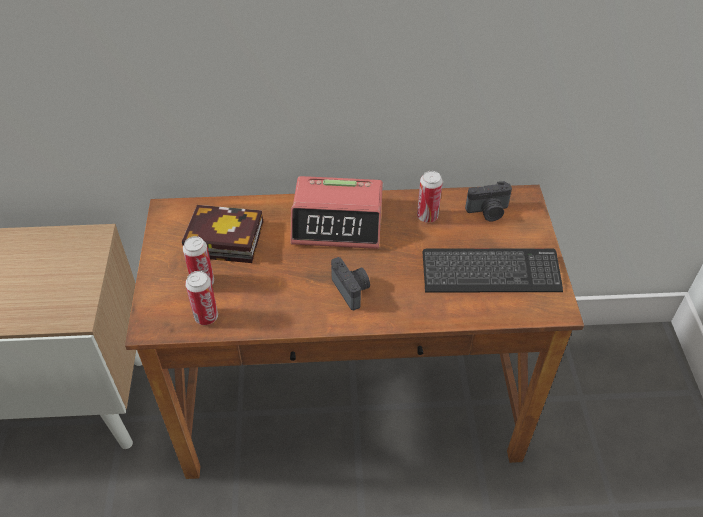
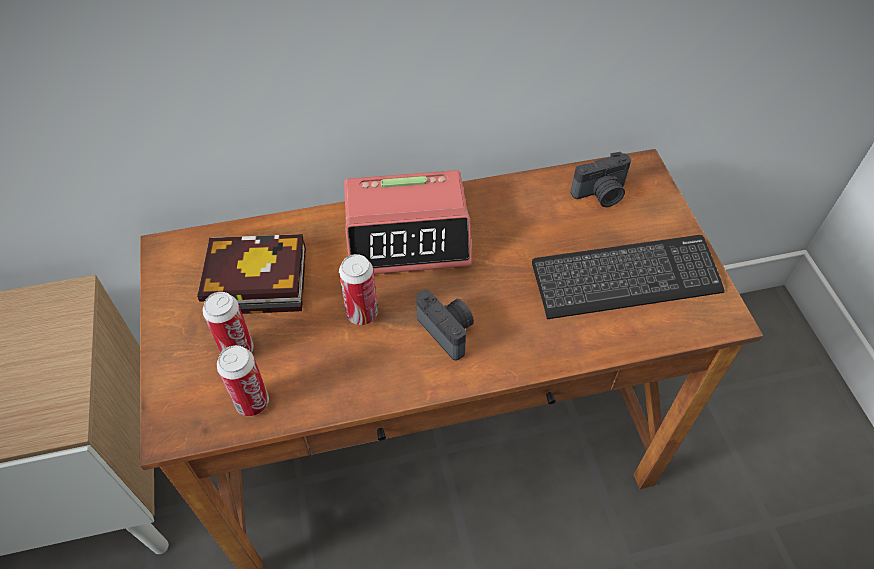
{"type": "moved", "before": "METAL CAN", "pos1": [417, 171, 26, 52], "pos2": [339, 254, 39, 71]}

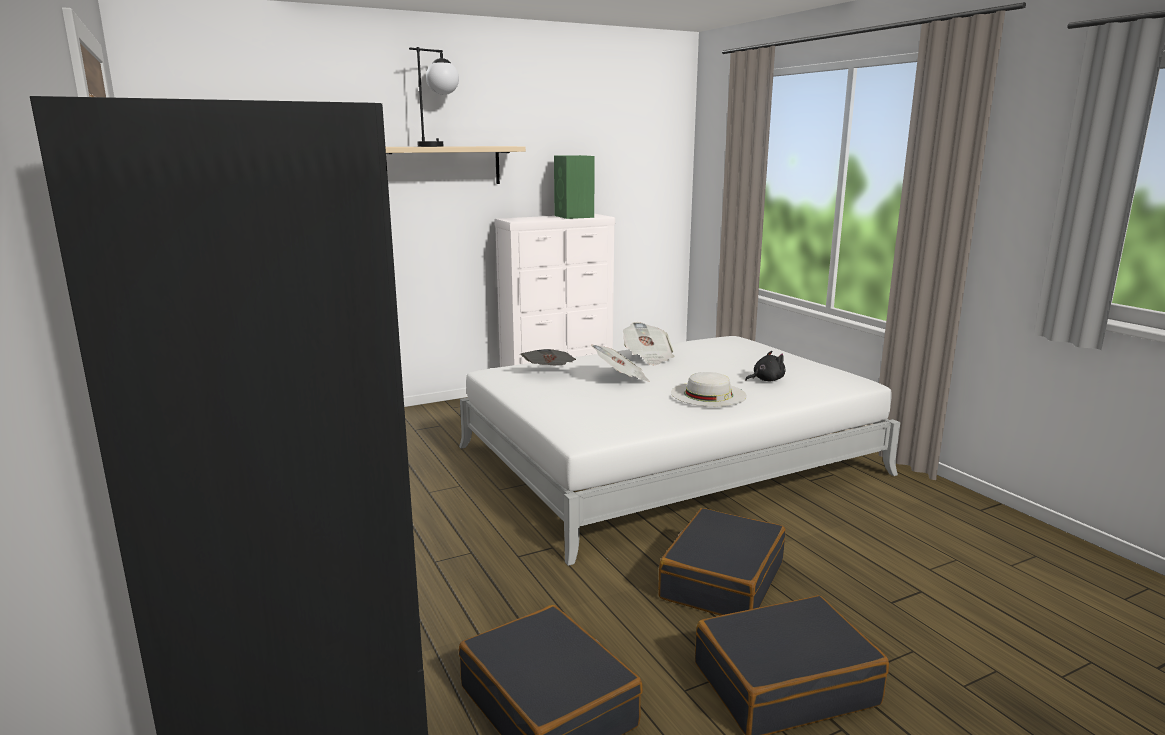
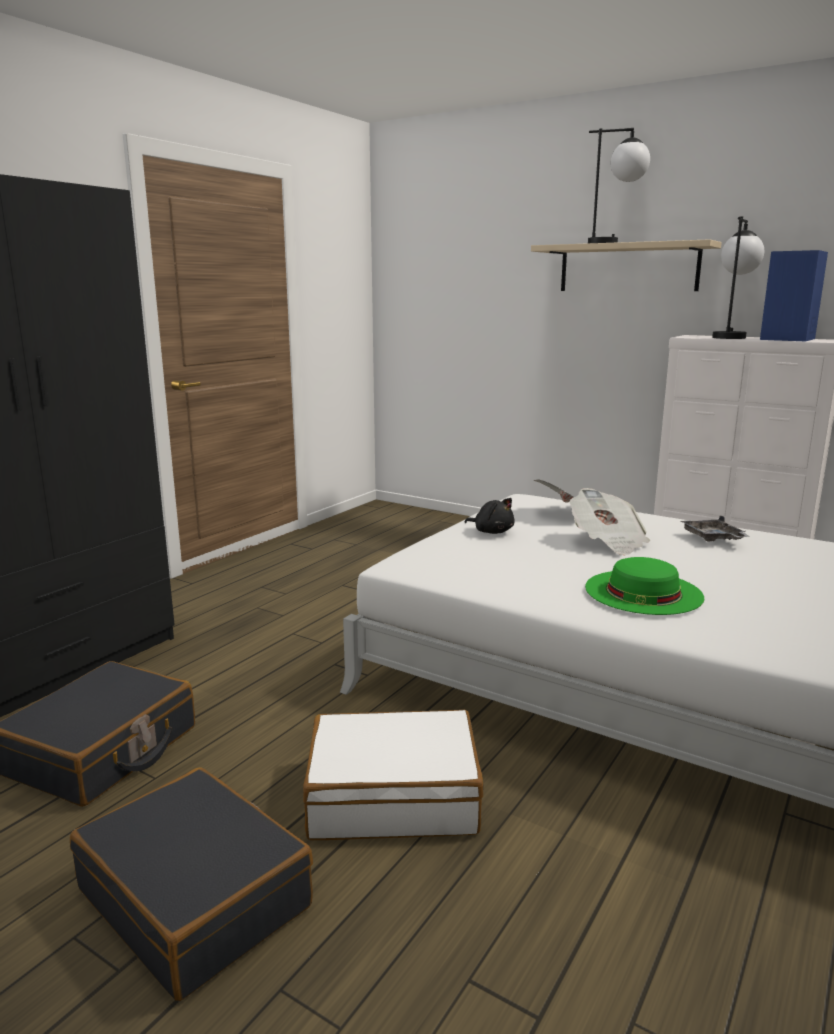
{"type": "added", "after": "LAMP FOR A TABLE", "pos2": [712, 216, 52, 123]}
{"type": "moved", "before": "BLACK SOFT TOY", "pos1": [745, 351, 40, 31], "pos2": [465, 498, 50, 36]}
{"type": "replaced", "before": "NEWSPAPER", "after": "GREYISH CARRYING TRAY", "pos1": [623, 322, 52, 43], "pos2": [681, 515, 69, 26]}
{"type": "recoloured", "before": "GREEN LOUDSPEAKER", "after": "BLUE LOUDSPEAKER", "pos1": [554, 155, 41, 64], "pos2": [760, 250, 68, 91]}
{"type": "recoloured", "before": "BLACK SUITCASE", "after": "WHITISH SUITCASE", "pos1": [658, 508, 127, 108], "pos2": [303, 710, 180, 130]}
{"type": "recoloured", "before": "WHITISH WEARABLE HAT", "after": "GREEN WEARABLE HAT", "pos1": [671, 372, 76, 35], "pos2": [585, 557, 119, 58]}

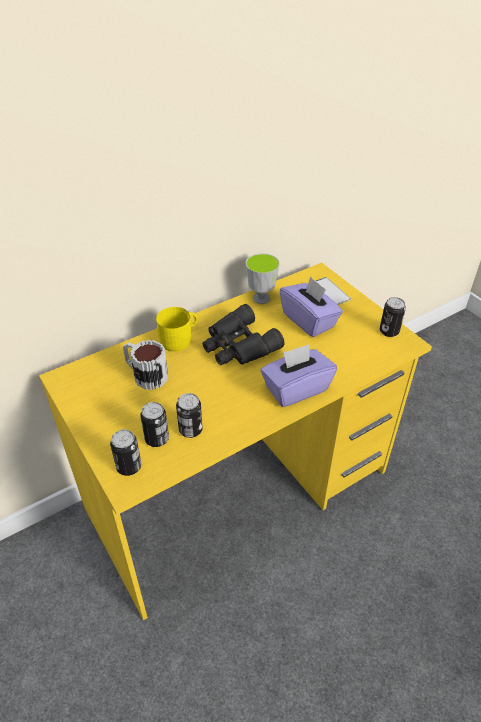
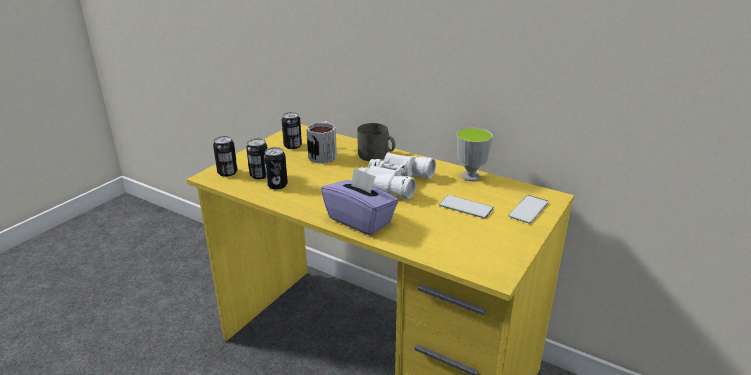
{"type": "moved", "before": "METAL CAN", "pos1": [380, 297, 26, 40], "pos2": [281, 112, 21, 37]}
{"type": "replaced", "before": "PURPLISH TISSUE BOX", "after": "PHONE", "pos1": [280, 276, 63, 61], "pos2": [439, 195, 55, 23]}
{"type": "recoloured", "before": "YELLOW-COLOURED COFFEE MUG", "after": "GREYISH COFFEE MUG", "pos1": [156, 307, 41, 45], "pos2": [357, 123, 38, 38]}
{"type": "recoloured", "before": "BLACK BINOCULARS", "after": "WHITISH BINOCULARS", "pos1": [203, 304, 82, 61], "pos2": [359, 153, 77, 46]}

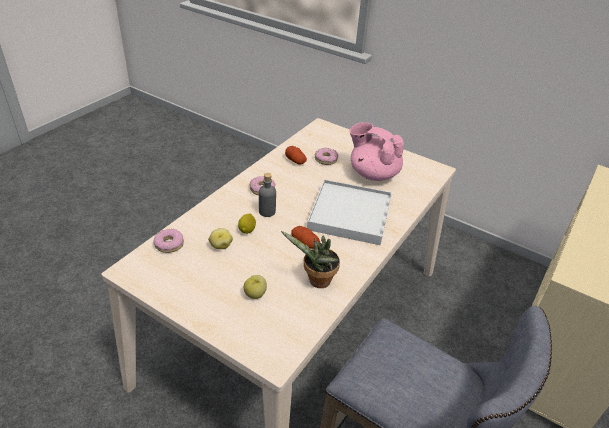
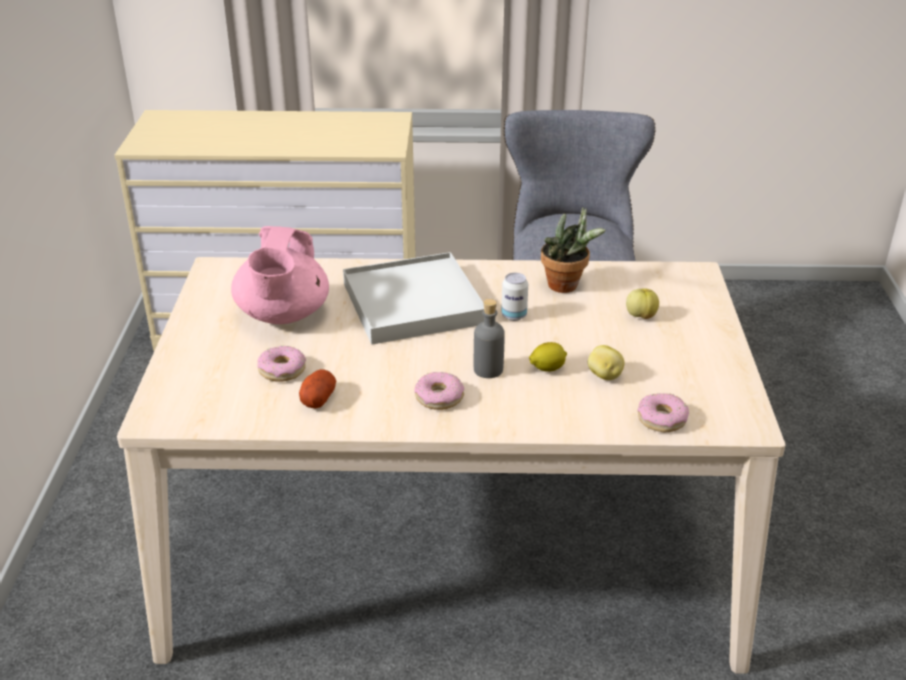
{"type": "replaced", "before": "SPUD", "after": "METAL CAN", "pos1": [291, 226, 29, 23], "pos2": [501, 273, 27, 48]}

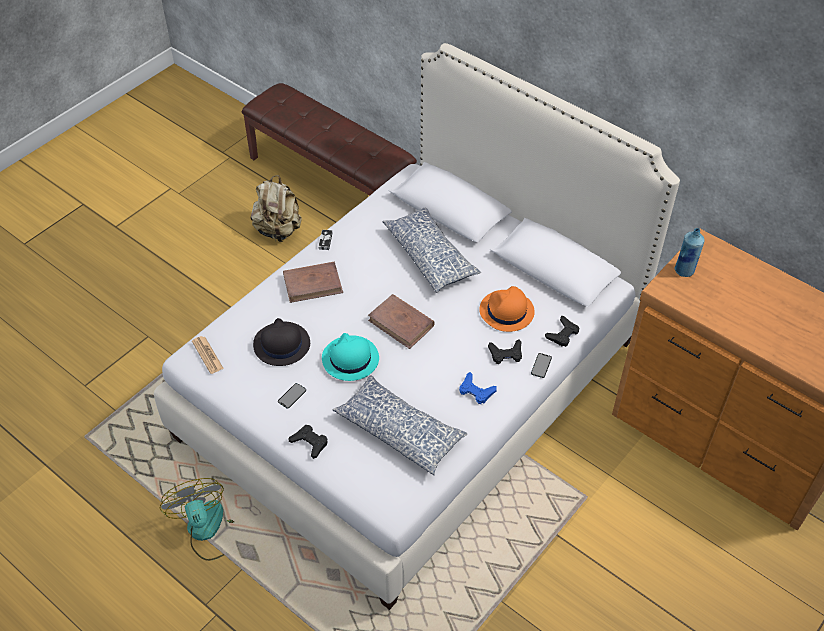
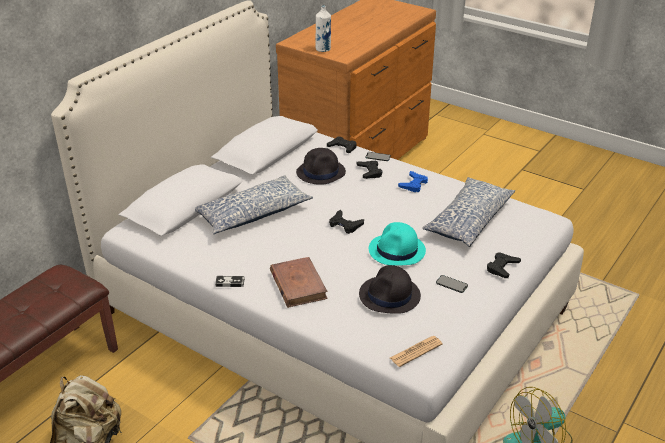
{"type": "replaced", "before": "BROWNISH BOUND BOOK", "after": "BLACK JOYPAD", "pos1": [368, 294, 67, 55], "pos2": [329, 210, 35, 24]}
{"type": "recoloured", "before": "ORANGEY WEARABLE HAT", "after": "BLACK WEARABLE HAT", "pos1": [479, 286, 56, 46], "pos2": [296, 148, 50, 37]}
{"type": "recoloured", "before": "BLUE BEVERAGE BOTTLE", "after": "WHITISH BEVERAGE BOTTLE", "pos1": [675, 228, 30, 49], "pos2": [316, 5, 15, 47]}

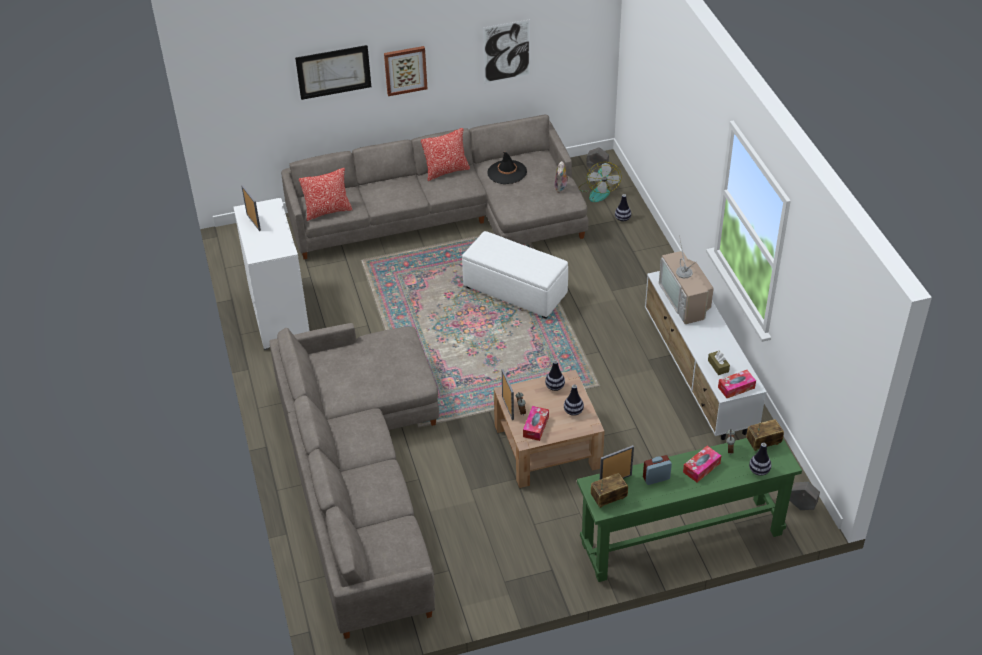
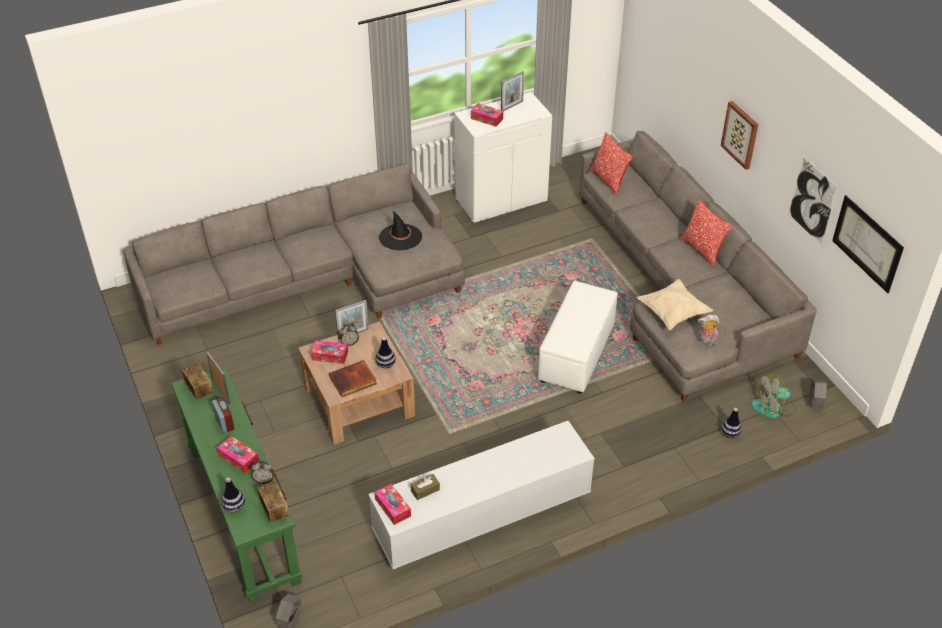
{"type": "removed", "before": "TV", "pos1": [659, 235, 55, 89]}
{"type": "added", "after": "TISSUE BOX", "pos2": [471, 103, 32, 24]}
{"type": "added", "after": "BEIGE-COLOURED PILLOW", "pos2": [636, 279, 78, 51]}
{"type": "moved", "before": "WALL PICTURE", "pos1": [295, 45, 76, 55], "pos2": [832, 195, 72, 98]}
{"type": "moved", "before": "BLACK WEARABLE HAT", "pos1": [487, 152, 40, 32], "pos2": [379, 210, 43, 40]}
{"type": "replaced", "before": "FLOWER VASE", "after": "BOUND BOOK", "pos1": [564, 385, 20, 31], "pos2": [329, 360, 48, 37]}

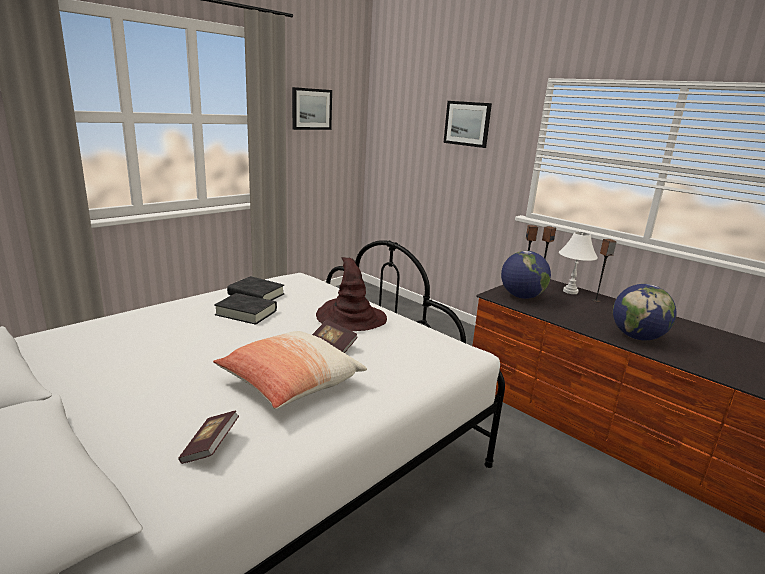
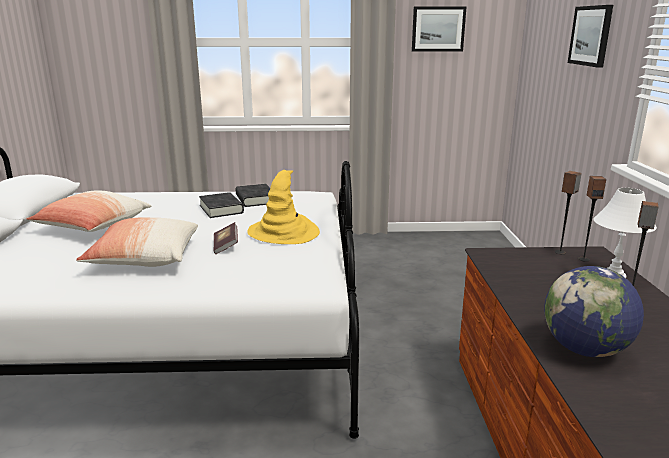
{"type": "removed", "before": "BOUND BOOK", "pos1": [178, 411, 61, 53]}
{"type": "removed", "before": "DESK GLOBE", "pos1": [501, 251, 50, 48]}
{"type": "added", "after": "PILLOW", "pos2": [26, 190, 125, 42]}
{"type": "recoloured", "before": "BROWNISH WEARABLE HAT", "after": "YELLOW-COLOURED WEARABLE HAT", "pos1": [316, 257, 71, 74], "pos2": [247, 170, 73, 74]}

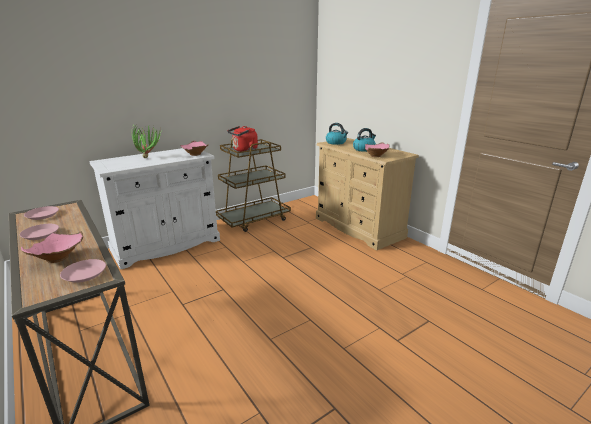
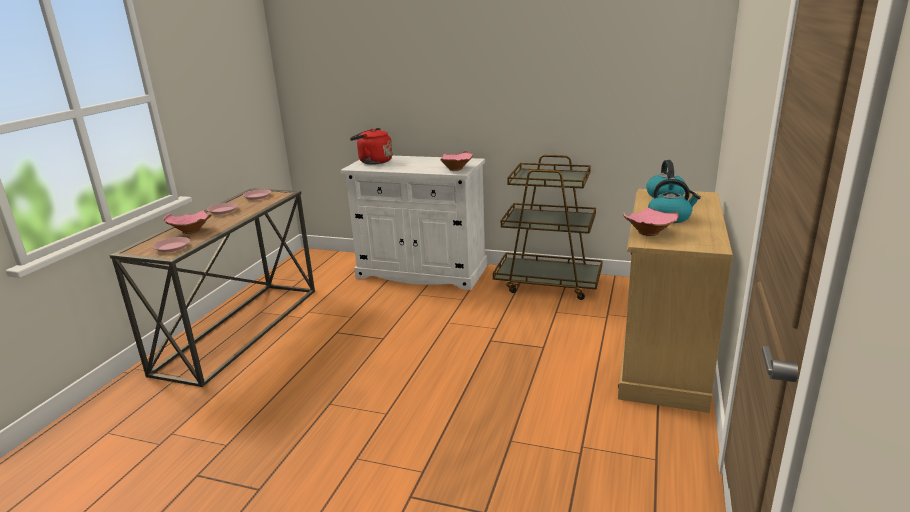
{"type": "removed", "before": "POTTED PLANT", "pos1": [132, 124, 29, 34]}
{"type": "moved", "before": "RED-COLOURED KETTLE", "pos1": [227, 126, 31, 26], "pos2": [350, 128, 43, 37]}

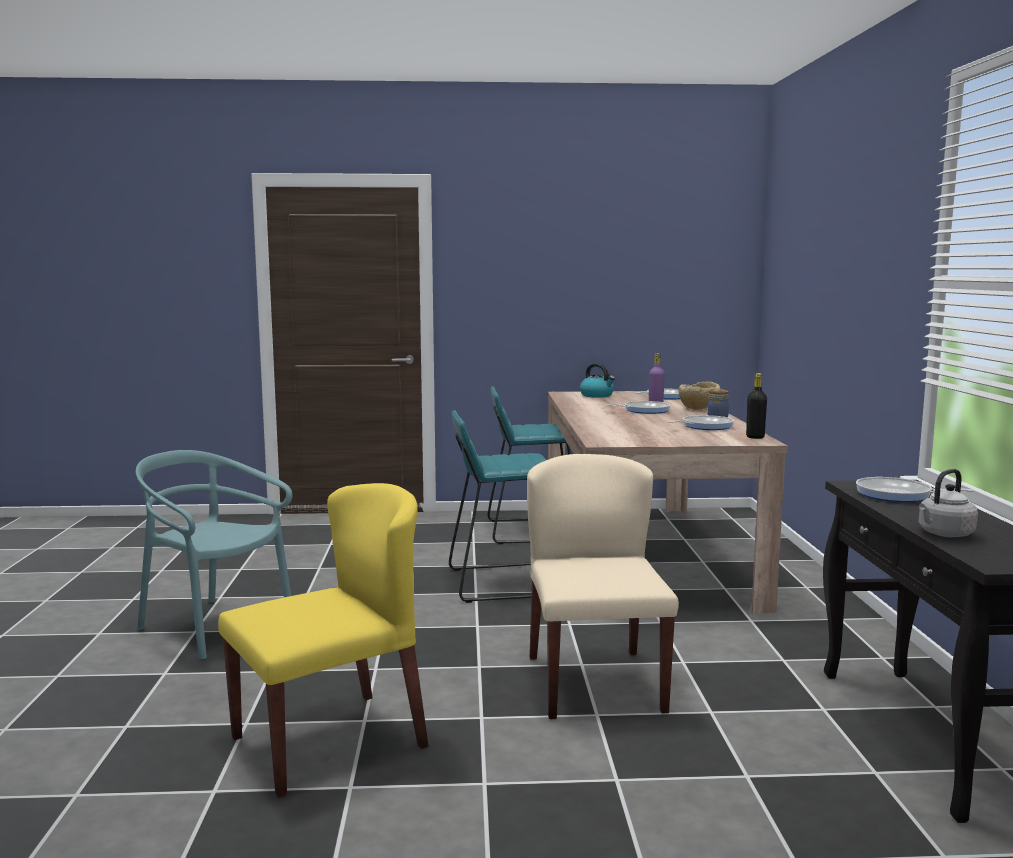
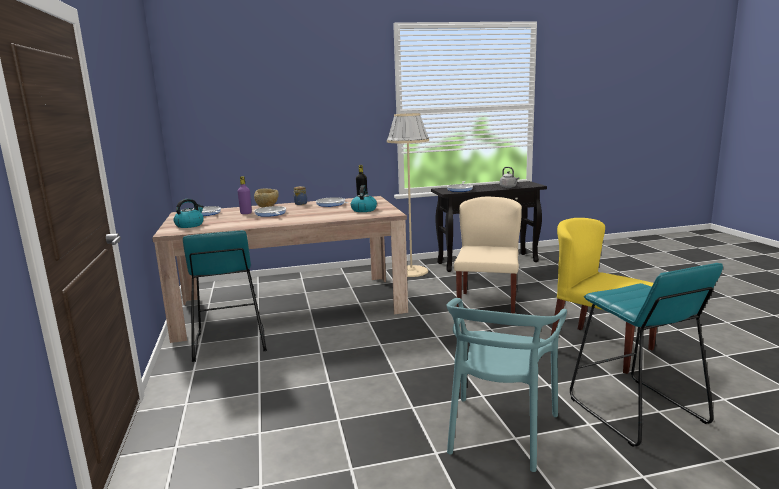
{"type": "added", "after": "KETTLE", "pos2": [351, 185, 26, 27]}
{"type": "added", "after": "BEIGE-COLOURED STANDING LAMP", "pos2": [387, 113, 42, 164]}
{"type": "moved", "before": "TURQUOISE-COLOURED SITTING STOOL", "pos1": [449, 410, 97, 193], "pos2": [570, 263, 153, 184]}
{"type": "turned", "before": "BEIGE-COLOURED PLAIN CHAIR", "pos1": [527, 454, 152, 265], "pos2": [454, 196, 68, 118], "turn": 120}

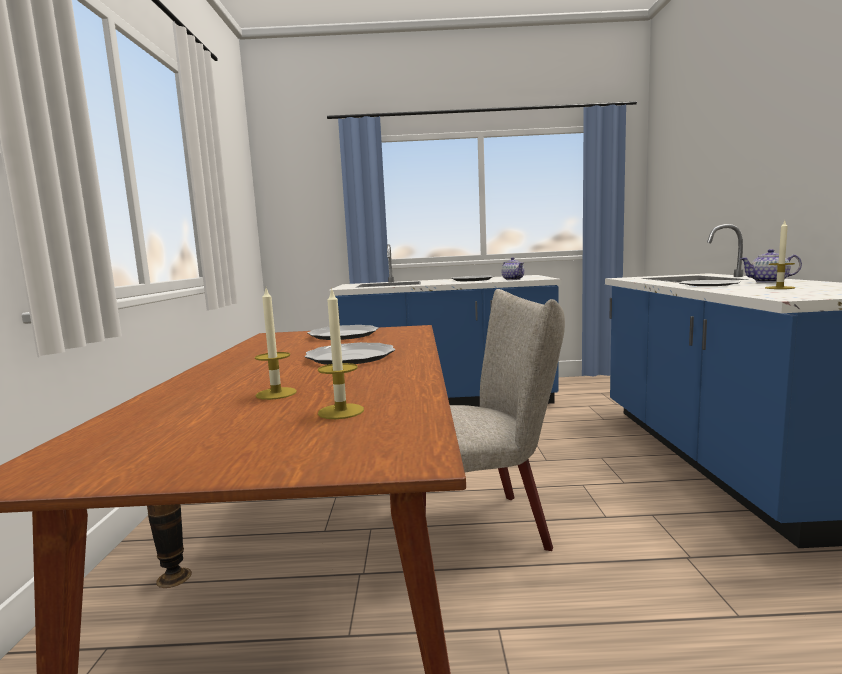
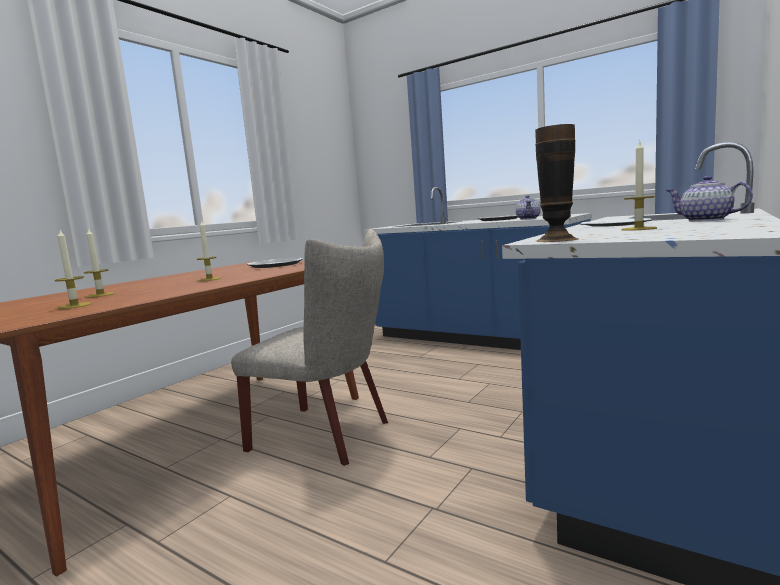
{"type": "moved", "before": "FLOWER VASE", "pos1": [147, 504, 45, 84], "pos2": [535, 124, 43, 118]}
{"type": "replaced", "before": "PLATE", "after": "WAX CANDLE", "pos1": [305, 342, 90, 23], "pos2": [197, 221, 24, 60]}

